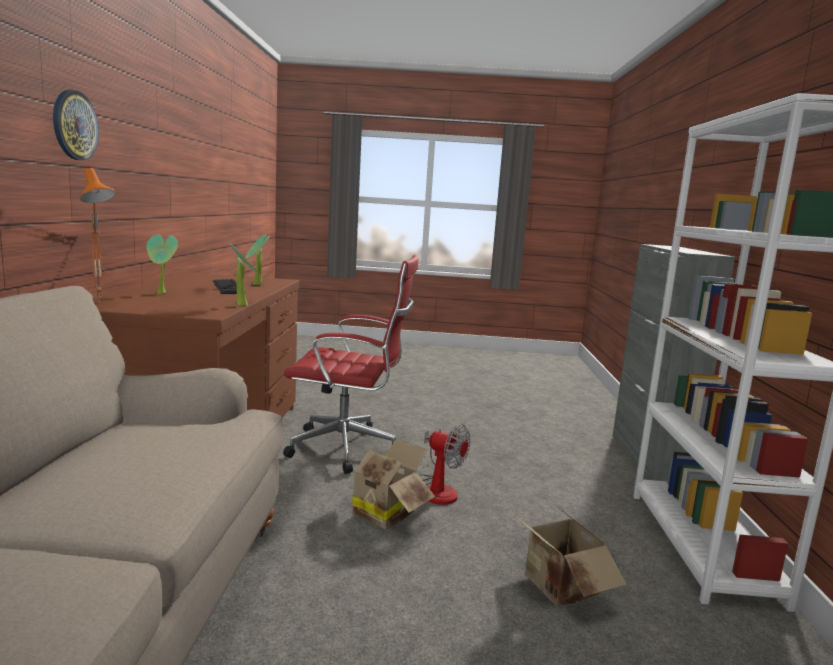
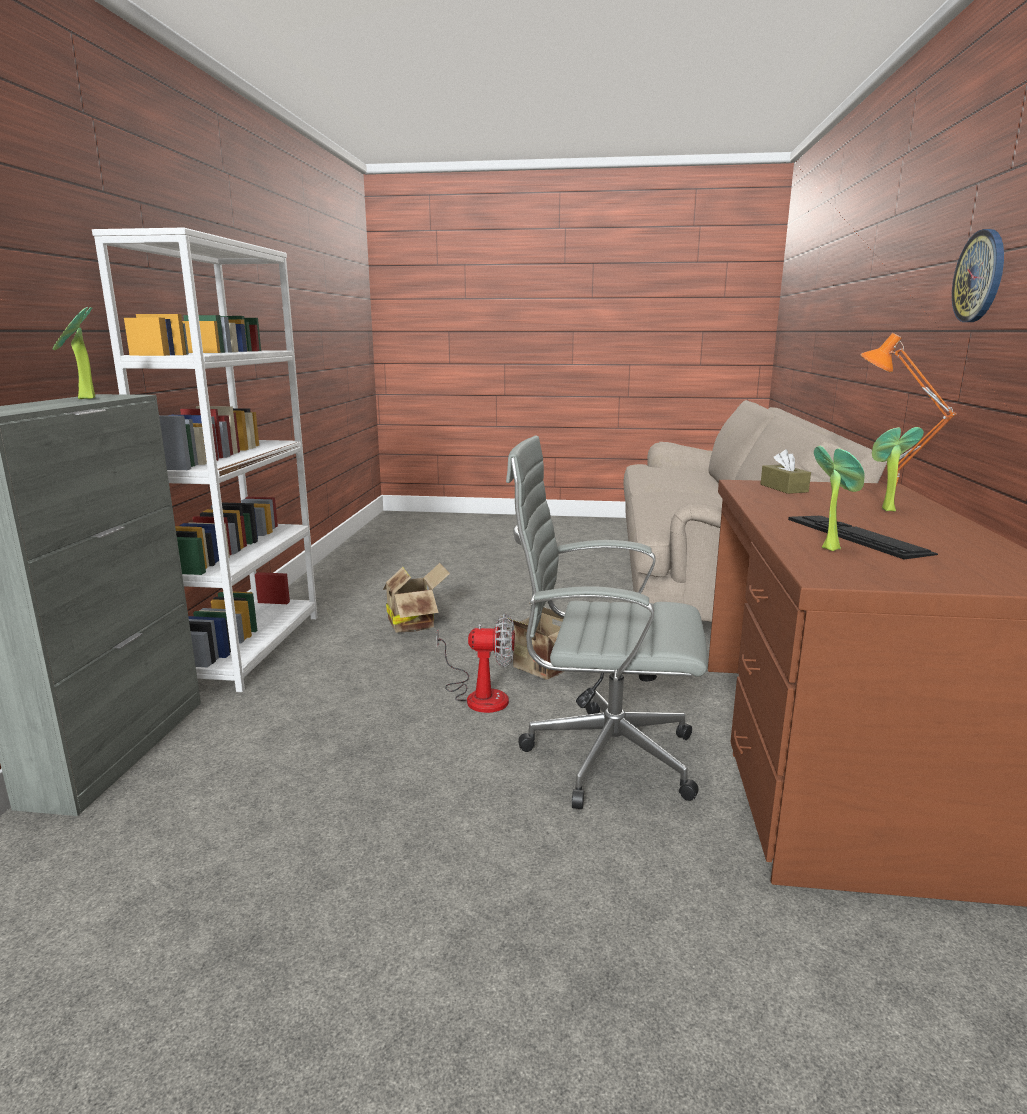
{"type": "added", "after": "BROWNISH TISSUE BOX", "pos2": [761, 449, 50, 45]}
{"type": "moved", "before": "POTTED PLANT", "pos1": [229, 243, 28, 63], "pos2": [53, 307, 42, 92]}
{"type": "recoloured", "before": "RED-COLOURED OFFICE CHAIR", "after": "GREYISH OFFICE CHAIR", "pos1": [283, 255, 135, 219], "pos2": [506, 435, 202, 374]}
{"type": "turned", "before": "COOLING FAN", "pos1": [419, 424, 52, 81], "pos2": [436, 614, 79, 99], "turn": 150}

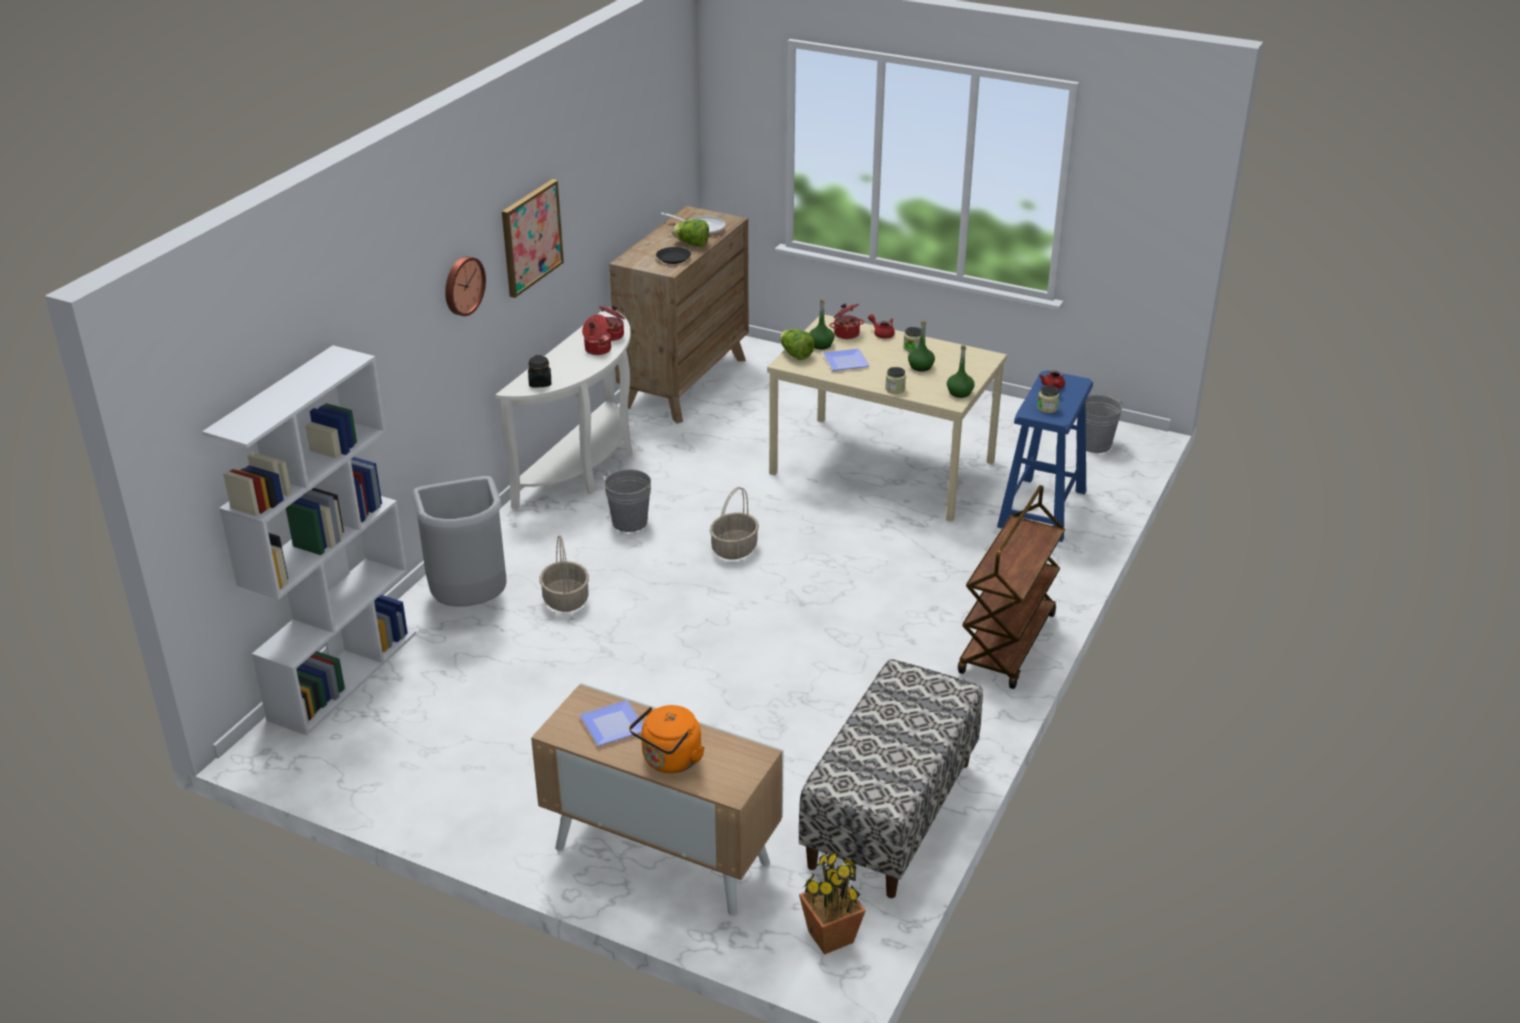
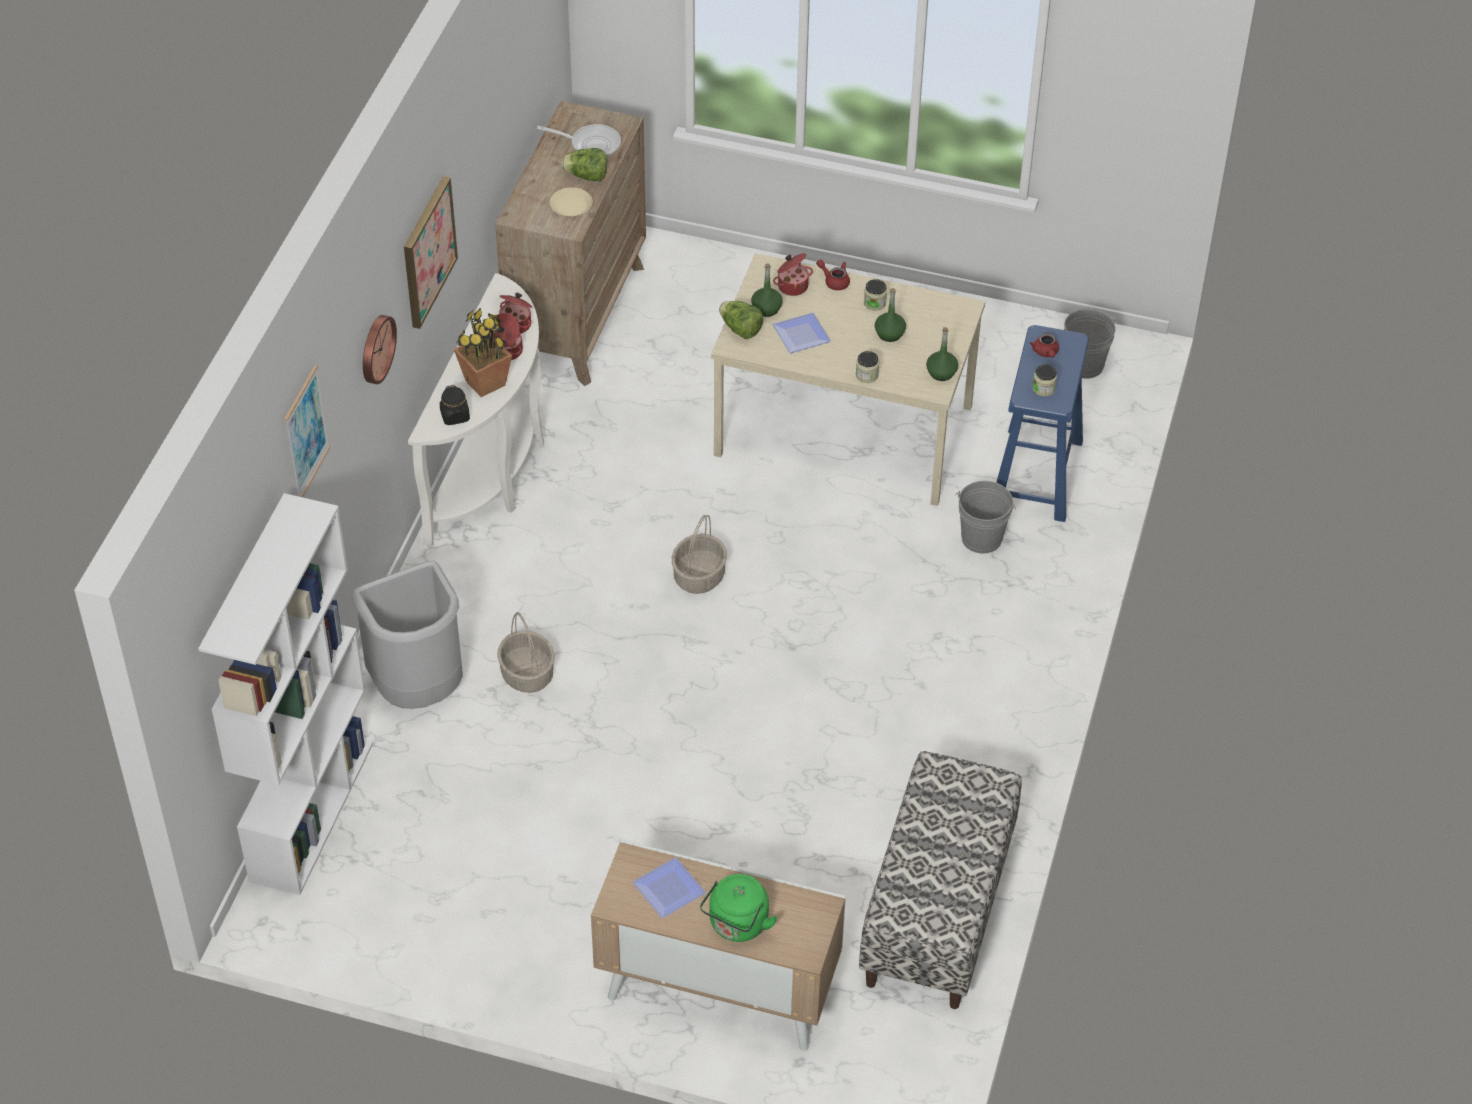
{"type": "removed", "before": "BROWNISH TROLLEY", "pos1": [958, 485, 107, 204]}
{"type": "added", "after": "WALL PICTURE", "pos2": [284, 365, 46, 132]}
{"type": "moved", "before": "GREYISH BUCKET", "pos1": [603, 469, 48, 63], "pos2": [955, 481, 61, 73]}
{"type": "moved", "before": "POTTED PLANT", "pos1": [799, 851, 67, 104], "pos2": [454, 308, 58, 89]}
{"type": "recoloured", "before": "ORANGEY KETTLE", "after": "GREEN KETTLE", "pos1": [629, 705, 76, 68], "pos2": [700, 874, 78, 68]}
{"type": "recoloured", "before": "BLACK PLATE", "after": "BEIGE-COLOURED PLATE", "pos1": [656, 247, 35, 17], "pos2": [550, 187, 43, 29]}

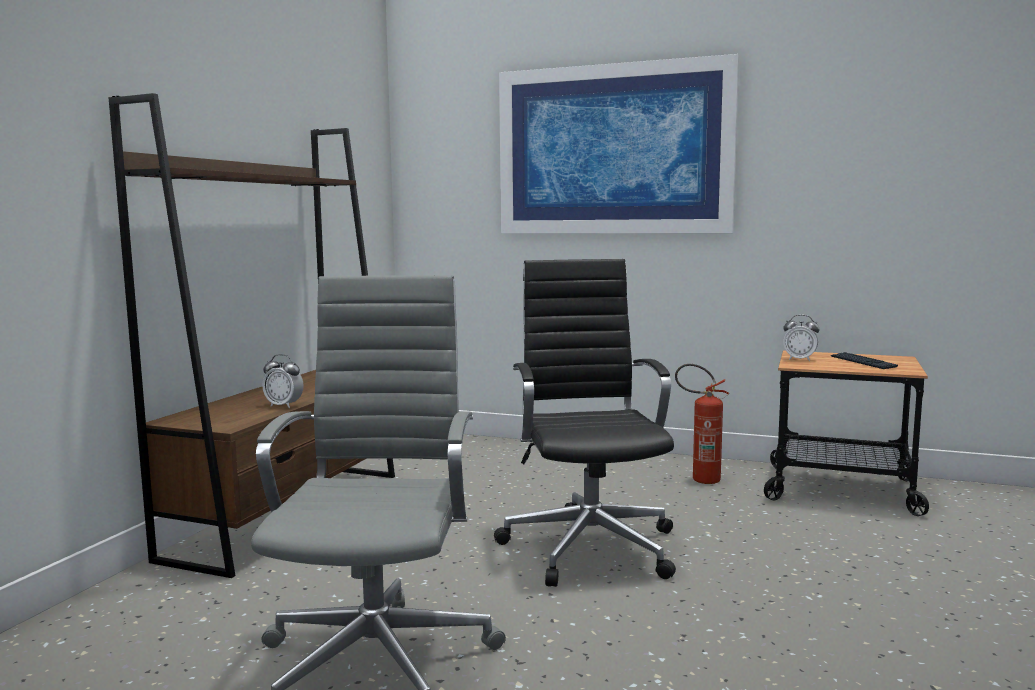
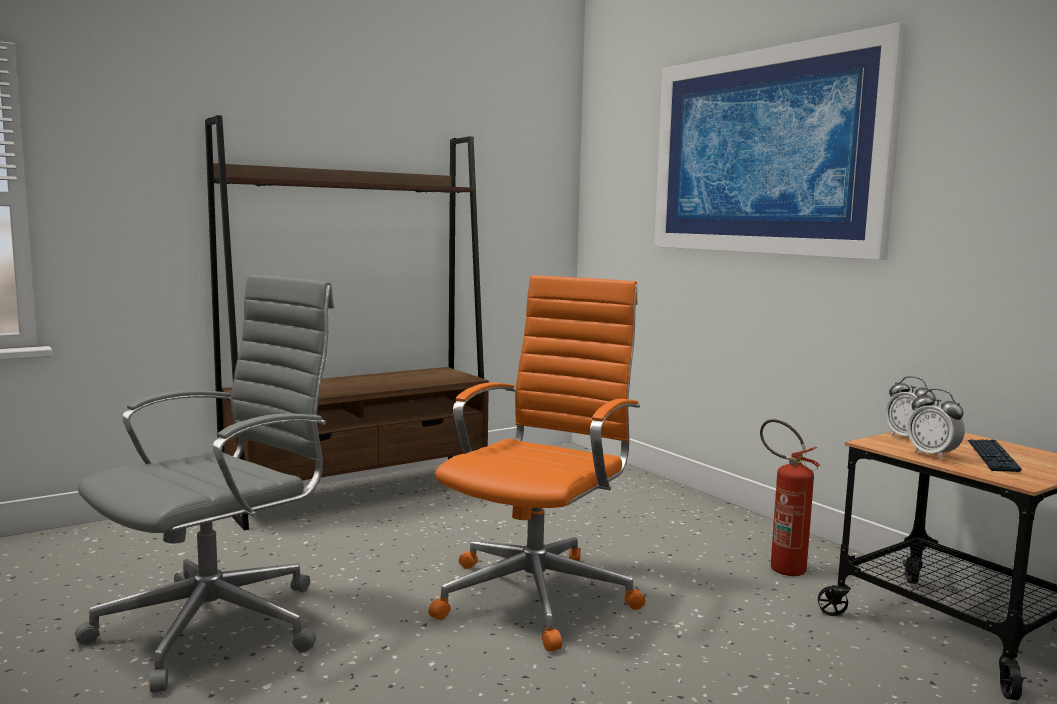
{"type": "moved", "before": "BEDSIDE CLOCK", "pos1": [262, 354, 42, 54], "pos2": [907, 389, 58, 71]}
{"type": "recoloured", "before": "BLACK OFFICE CHAIR", "after": "ORANGEY OFFICE CHAIR", "pos1": [494, 259, 182, 328], "pos2": [429, 275, 216, 376]}

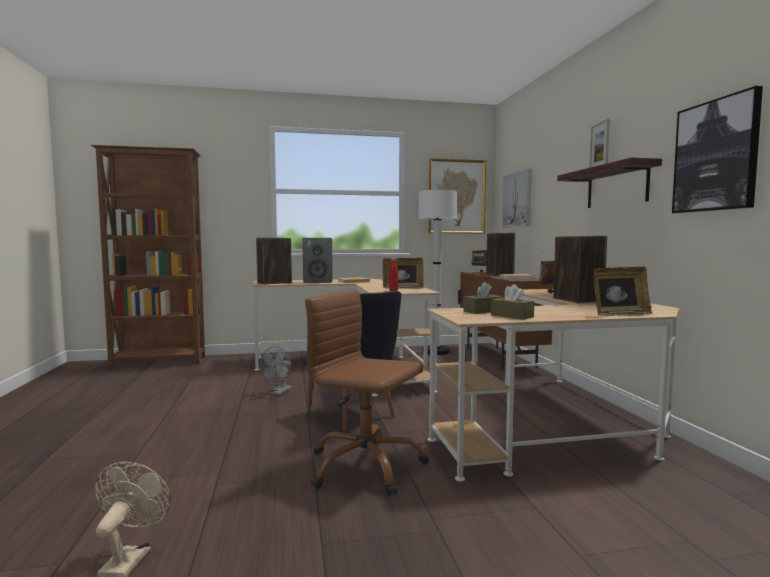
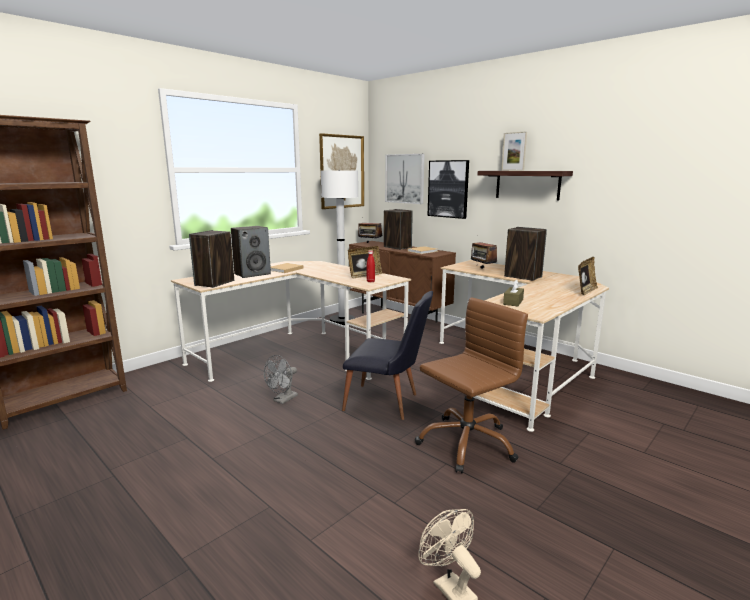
{"type": "removed", "before": "BROWNISH TISSUE BOX", "pos1": [491, 284, 43, 36]}
{"type": "moved", "before": "WALL PICTURE", "pos1": [672, 86, 91, 127], "pos2": [428, 160, 41, 59]}
{"type": "turned", "before": "GREYISH COOLING FAN", "pos1": [260, 346, 32, 49], "pos2": [264, 355, 34, 49], "turn": 45}
{"type": "turned", "before": "BROWNISH OFFICE CHAIR", "pos1": [305, 291, 124, 205], "pos2": [415, 297, 113, 177], "turn": 150}

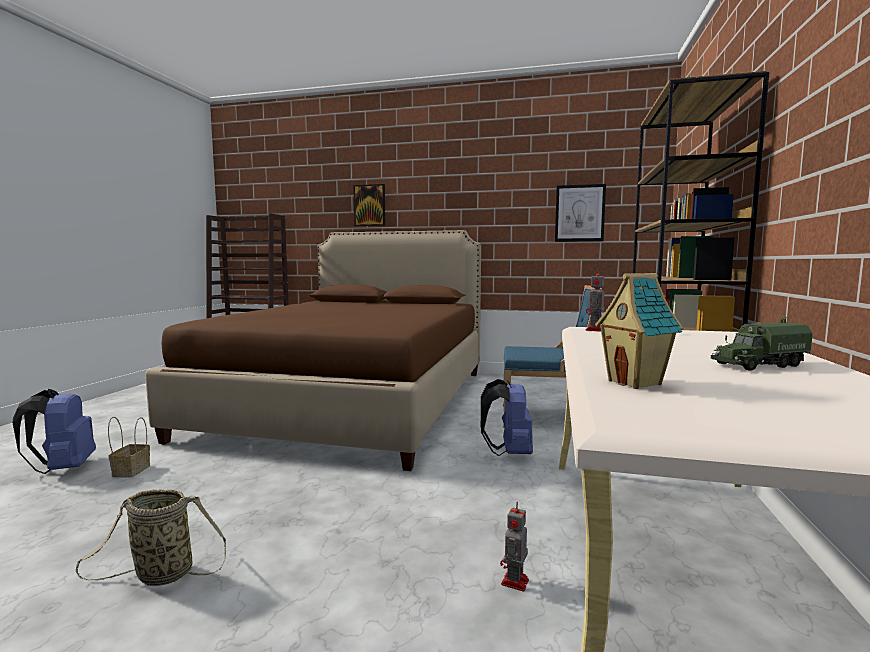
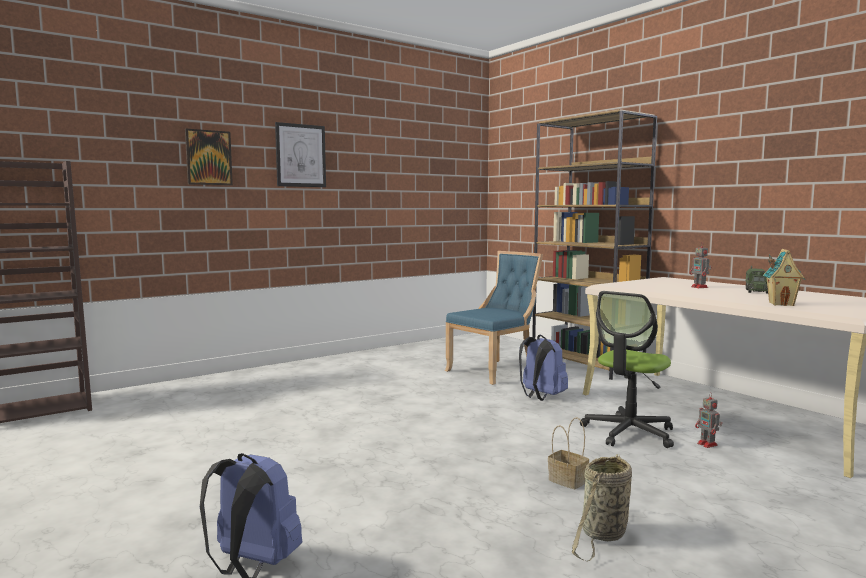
{"type": "removed", "before": "BROWNISH BED", "pos1": [145, 230, 336, 241]}
{"type": "added", "after": "OFFICE CHAIR", "pos2": [580, 291, 94, 157]}
{"type": "moved", "before": "STORAGE BASKET", "pos1": [108, 417, 42, 60], "pos2": [548, 417, 41, 72]}
{"type": "moved", "before": "WALL PICTURE", "pos1": [555, 184, 51, 58], "pos2": [275, 122, 51, 65]}
{"type": "moved", "before": "TOY ROBOT", "pos1": [585, 269, 20, 63], "pos2": [689, 242, 23, 46]}

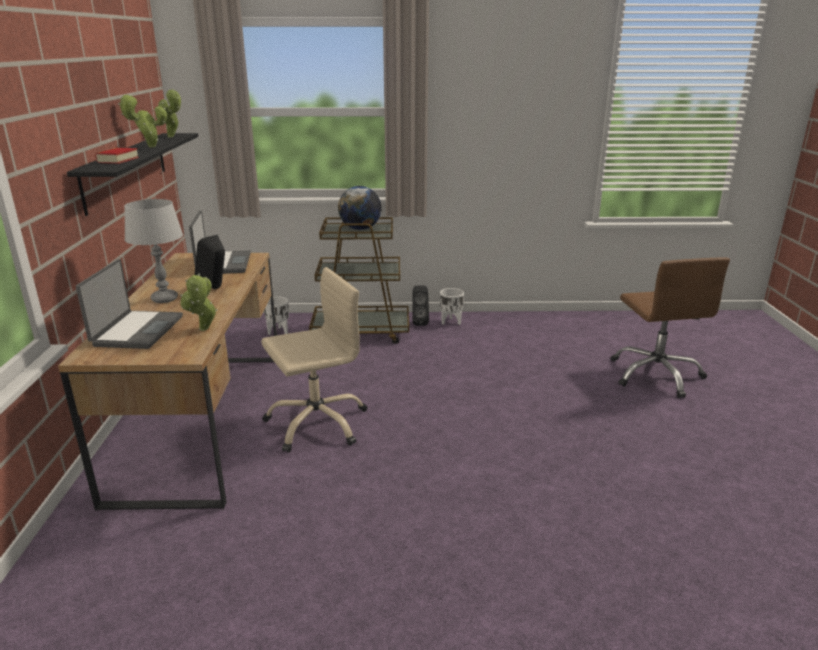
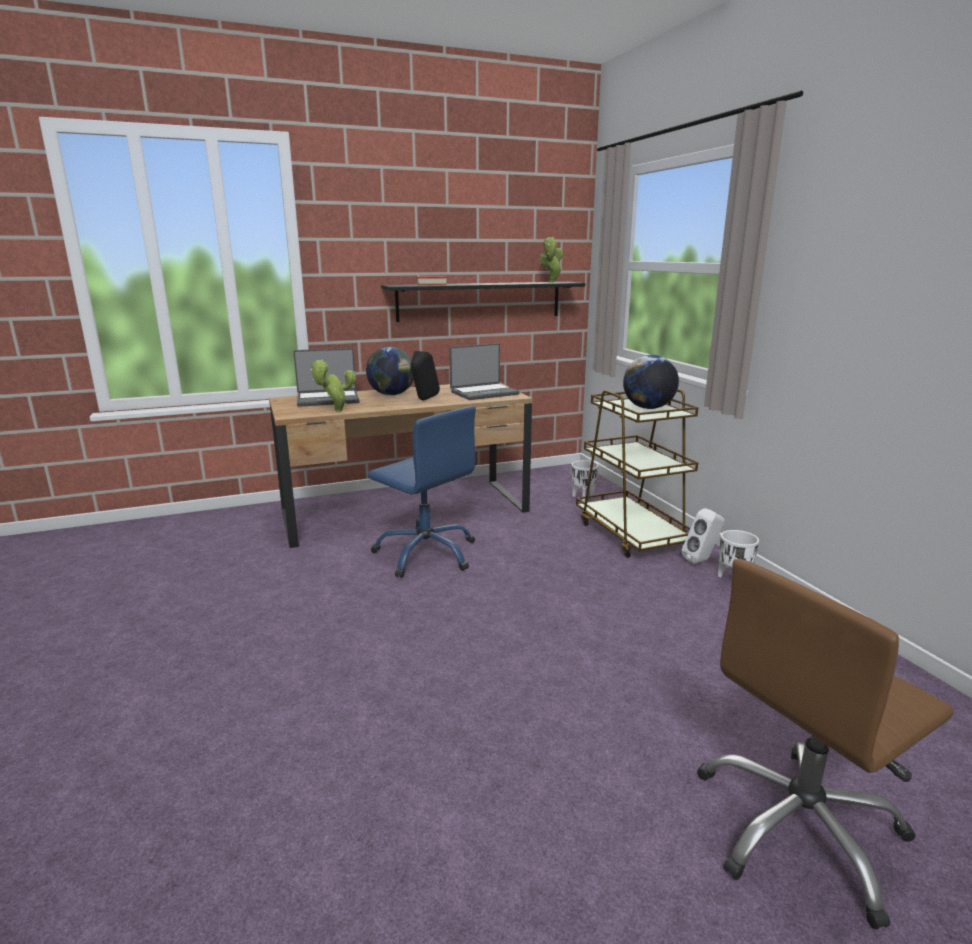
{"type": "removed", "before": "POTTED PLANT", "pos1": [118, 94, 49, 53]}
{"type": "replaced", "before": "GREYISH LAMP FOR A TABLE", "after": "DESK GLOBE", "pos1": [124, 199, 59, 104], "pos2": [366, 347, 48, 48]}
{"type": "recoloured", "before": "BEIGE-COLOURED OFFICE CHAIR", "after": "BLUE OFFICE CHAIR", "pos1": [261, 267, 107, 186], "pos2": [368, 406, 108, 172]}
{"type": "recoloured", "before": "BLACK LOUDSPEAKER", "after": "WHITISH LOUDSPEAKER", "pos1": [412, 285, 17, 41], "pos2": [681, 508, 43, 56]}

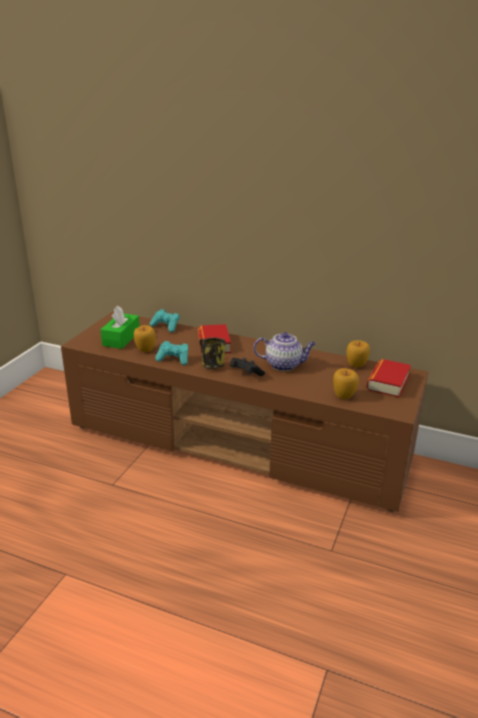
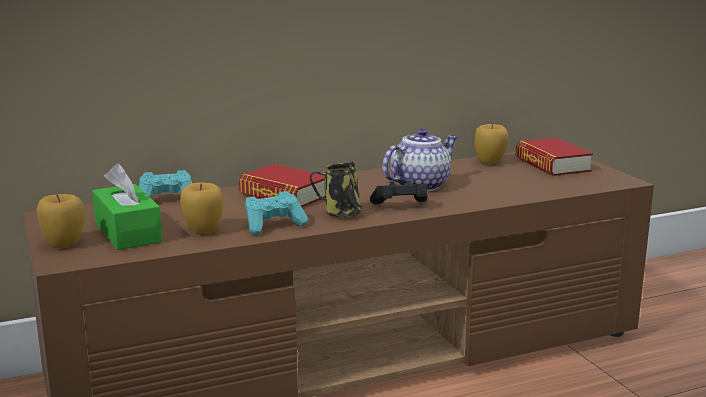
{"type": "moved", "before": "WHOLE APPLE", "pos1": [333, 368, 26, 31], "pos2": [37, 194, 48, 54]}

